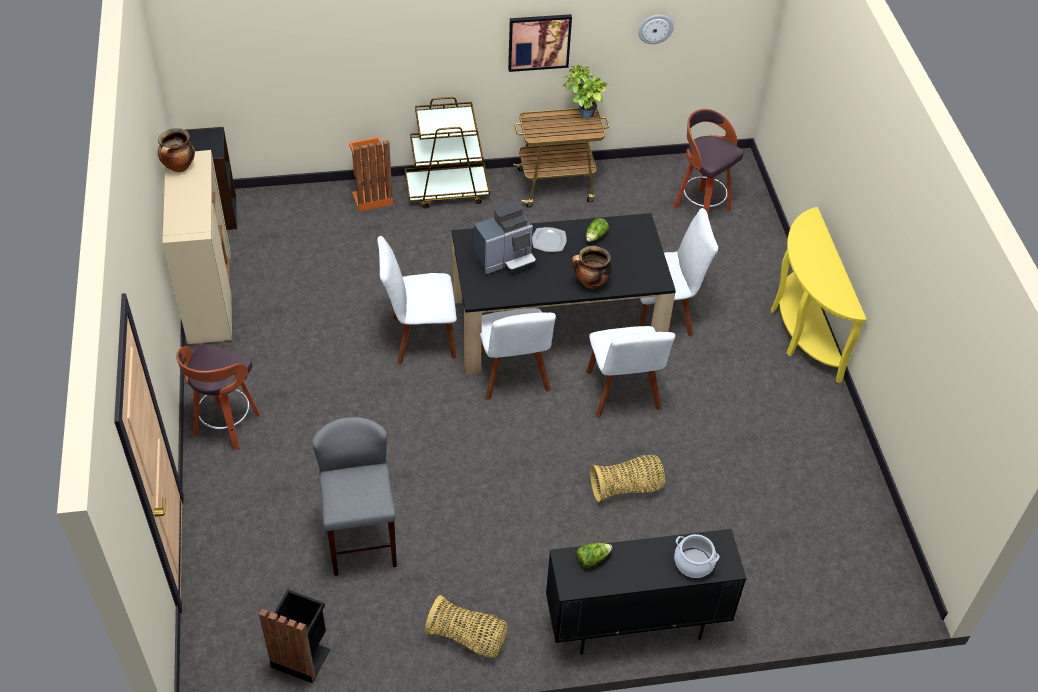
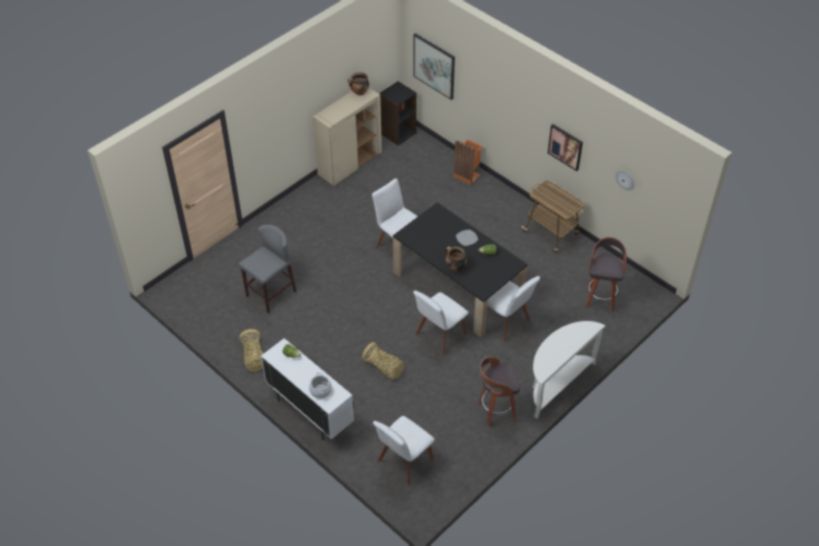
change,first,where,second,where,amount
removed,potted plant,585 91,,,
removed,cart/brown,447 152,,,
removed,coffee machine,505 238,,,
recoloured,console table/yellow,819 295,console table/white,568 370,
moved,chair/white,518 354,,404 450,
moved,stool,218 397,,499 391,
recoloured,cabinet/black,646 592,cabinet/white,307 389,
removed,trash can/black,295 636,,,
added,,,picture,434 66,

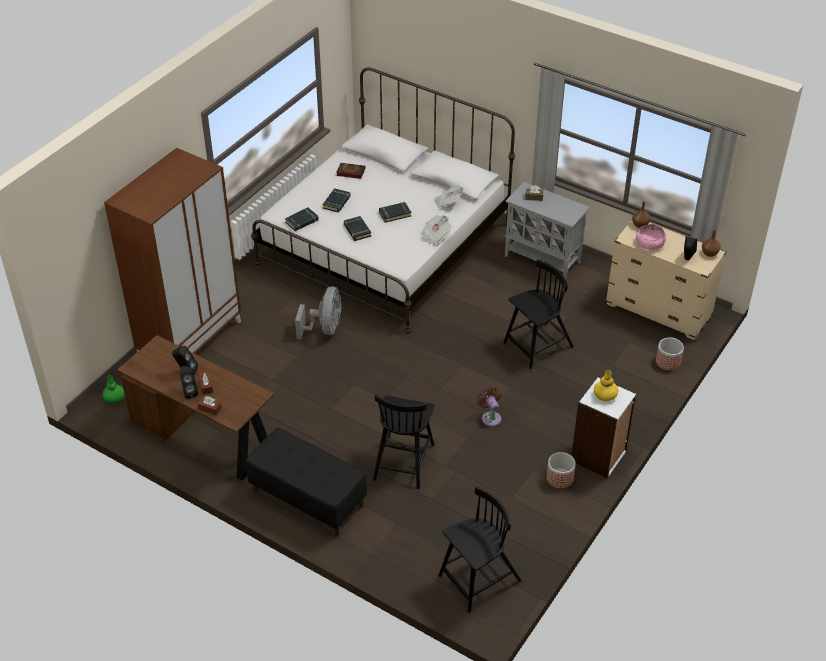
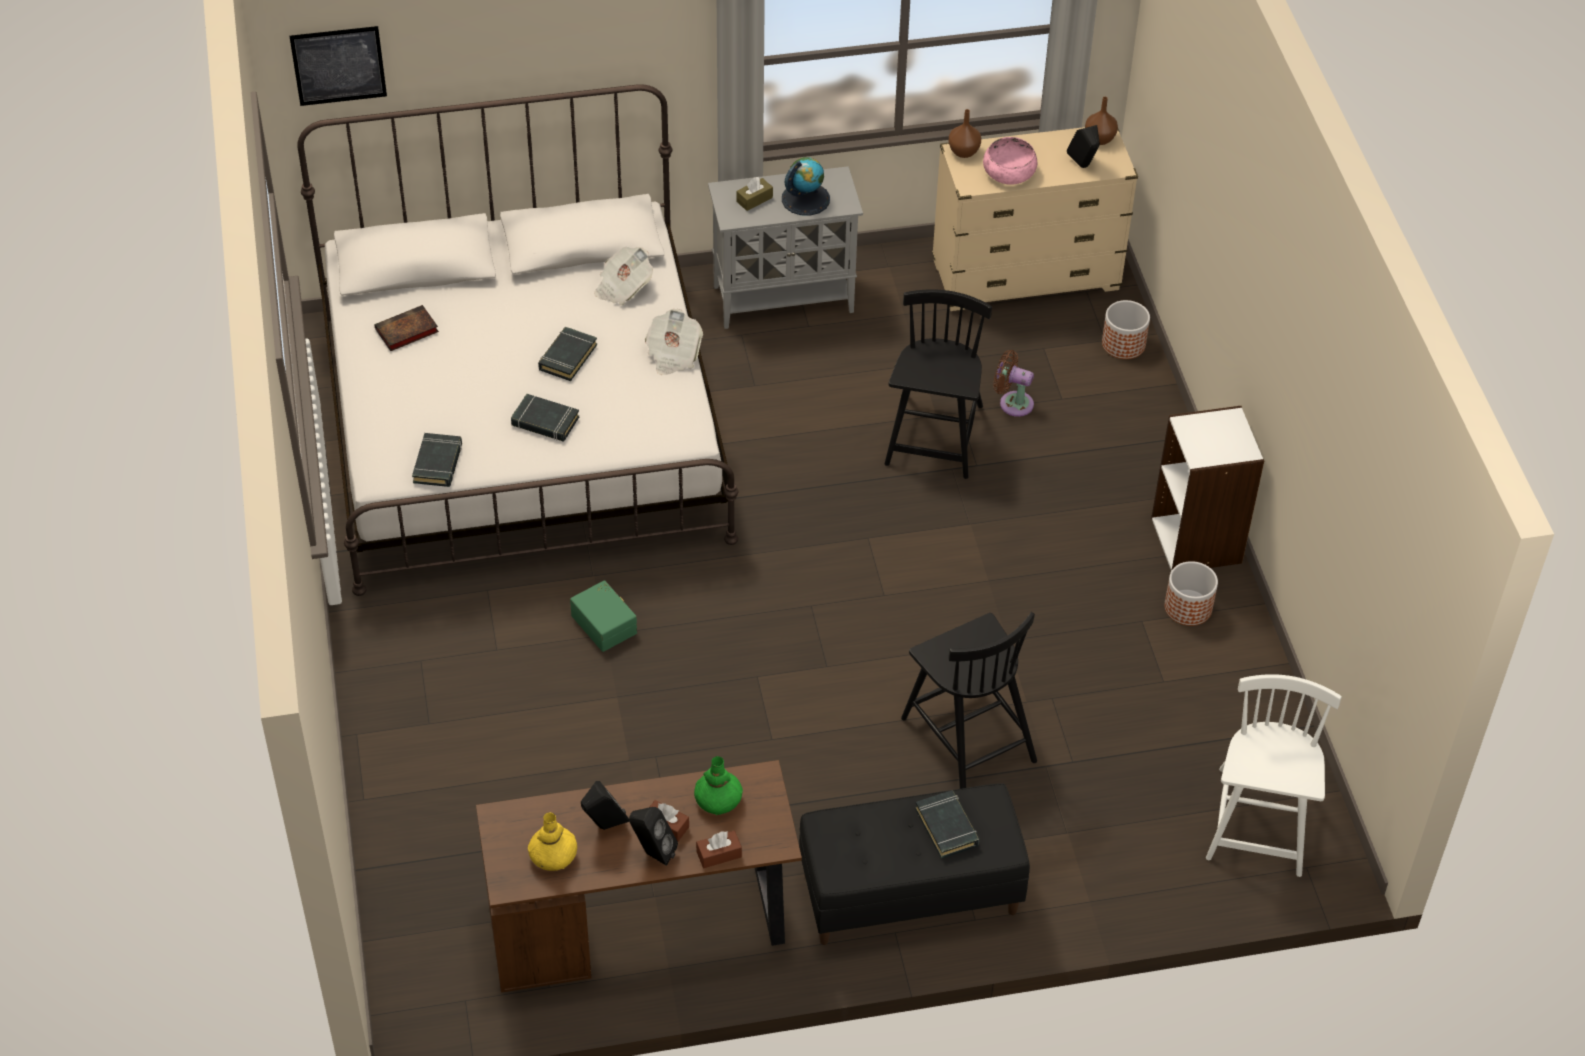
change,first,where,second,where,amount
removed,wardrobe/brown,172 251,,,
moved,book/black,336 200,,947 824,
replaced,fan/grey,318 313,storage box/green,603 616,
moved,vase/yellow,606 386,,552 841,
moved,vase/green,113 389,,718 785,
moved,fan/brown,489 407,,1013 383,
recoloured,chair/black,480 550,chair/white,1274 775,
added,,,picture,338 66,
added,,,globe,806 186,

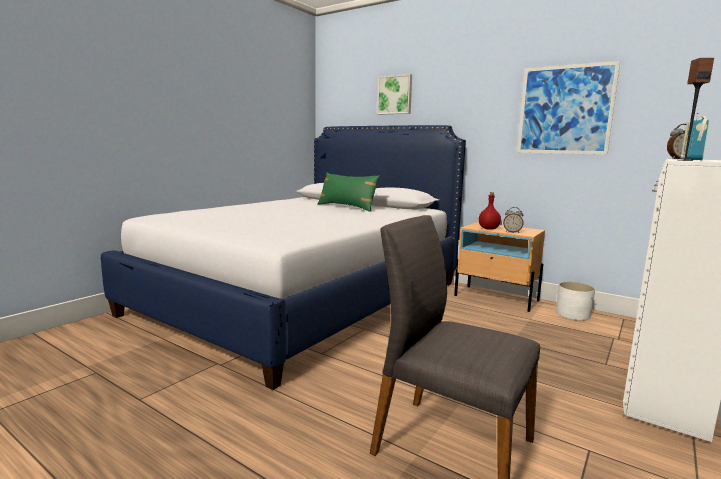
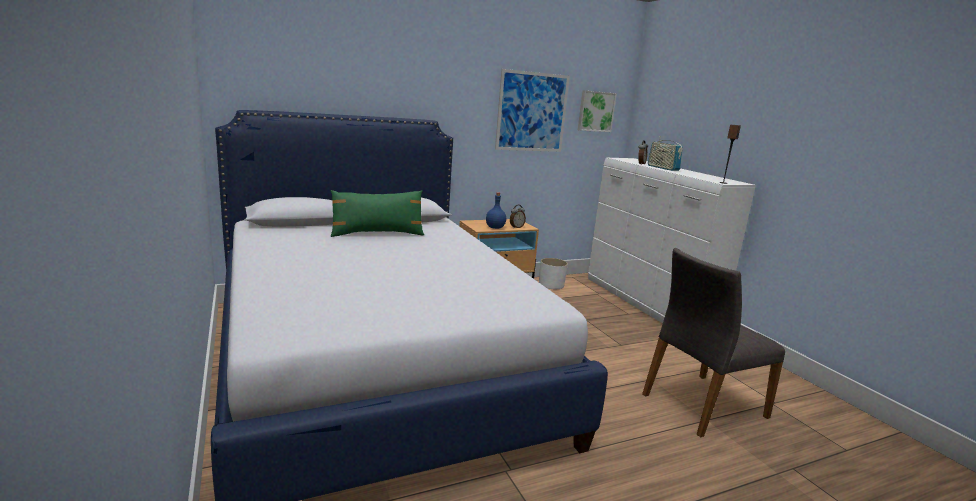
change,first,where,second,where,amount
moved,picture,394 94,,597 111,
recoloured,bottle/red,490 210,bottle/blue,496 210,

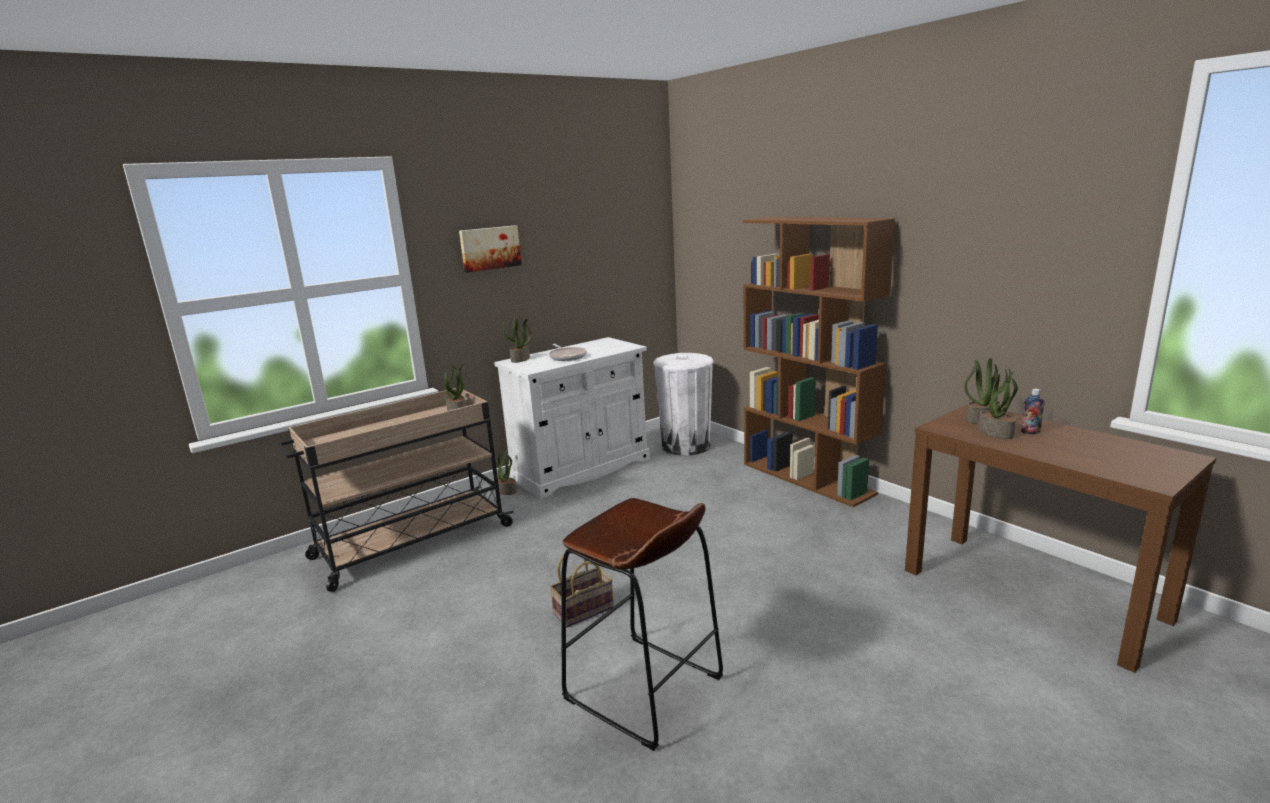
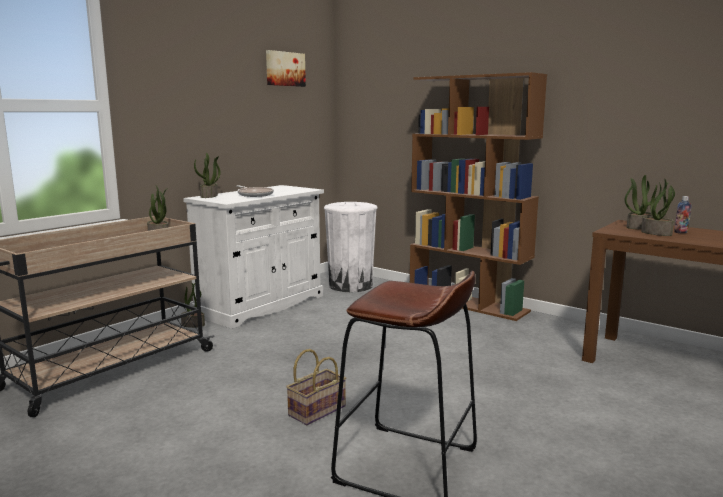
change,first,where,second,where,amount
moved,picture,490 248,,286 68,

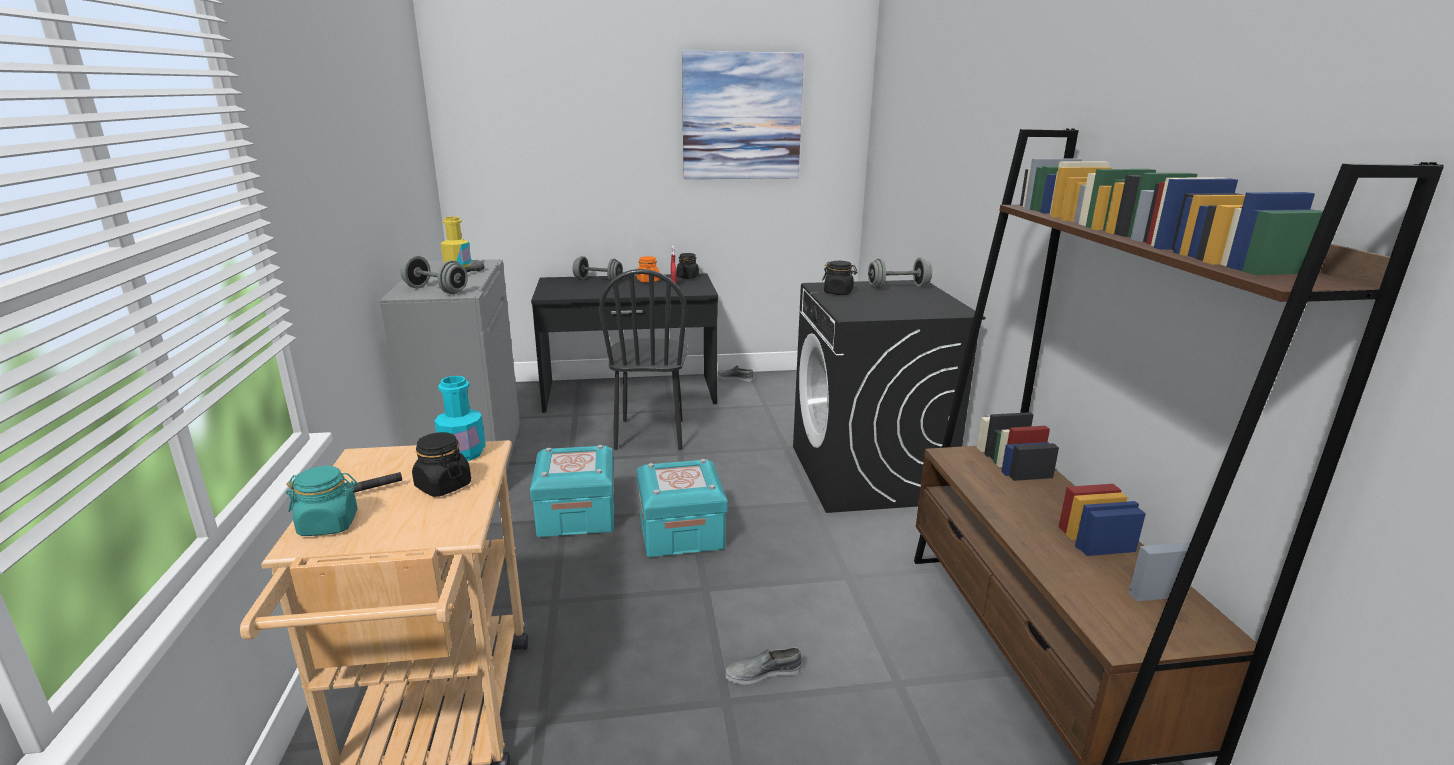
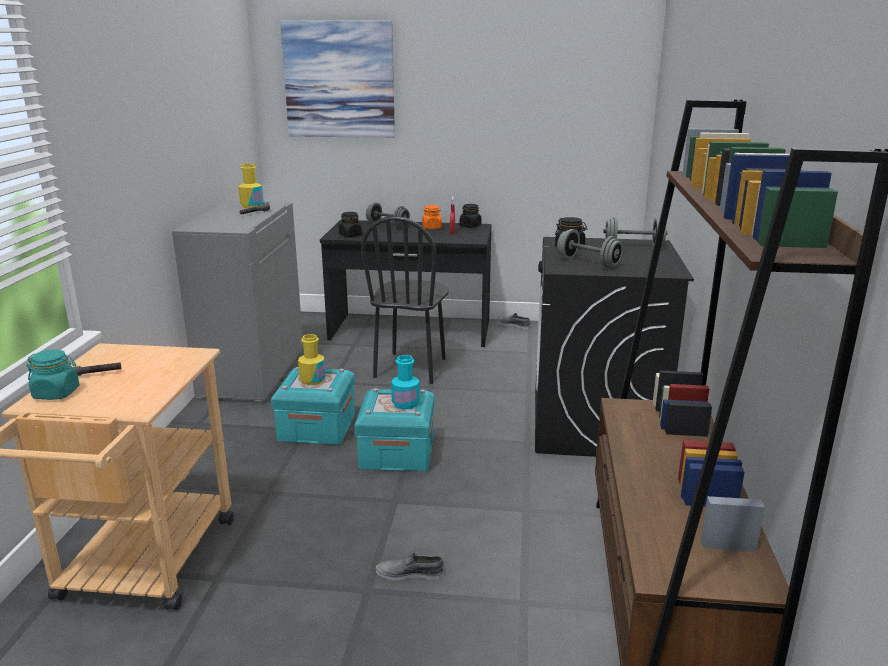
change,first,where,second,where,amount
moved,picture,743 115,,337 79,
moved,dumbbell/grey,434 275,,590 248,
moved,bottle/turquoise,460 418,,405 382,
moved,jar/black,441 464,,350 224,
added,,,bottle/yellow,312 359,

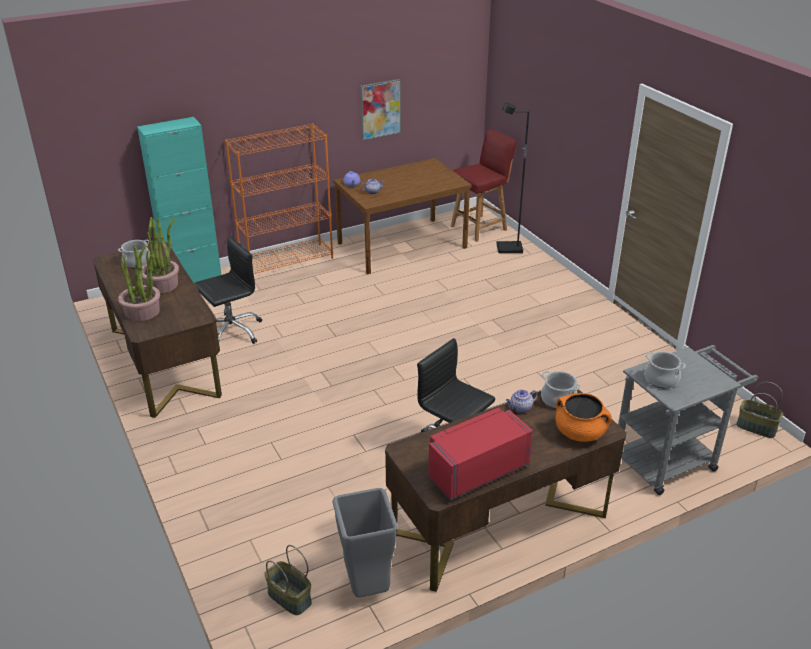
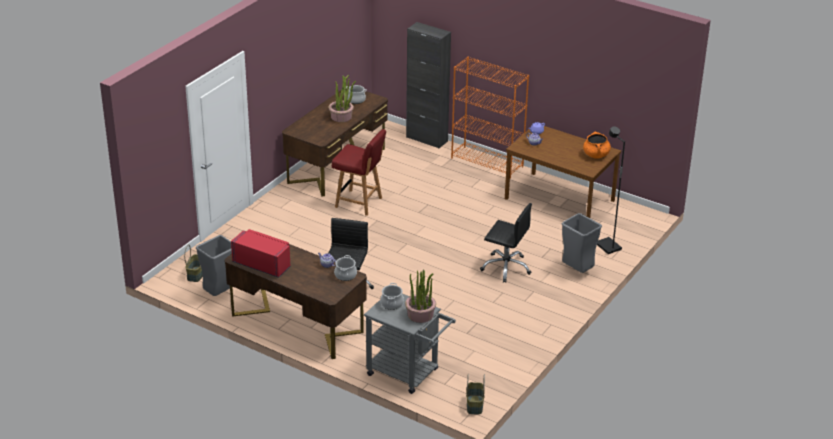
change,first,where,second,where,amount
removed,picture,380 109,,,
recoloured,cabinet/turquoise,179 200,cabinet/black,428 85,
moved,chair/red,483 185,,359 172,
moved,office chair/black,228 290,,506 243,
moved,potted plant,139 282,,420 296,
moved,cooking pot/orange,583 417,,597 145,
added,,,trash can/grey,582 243,

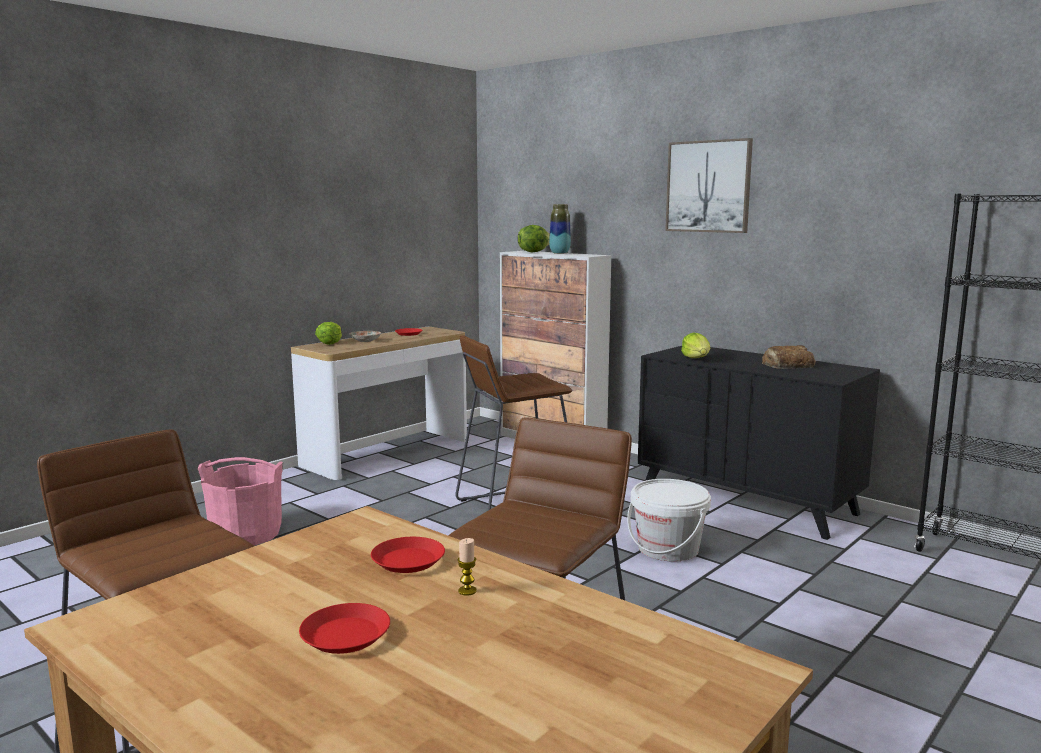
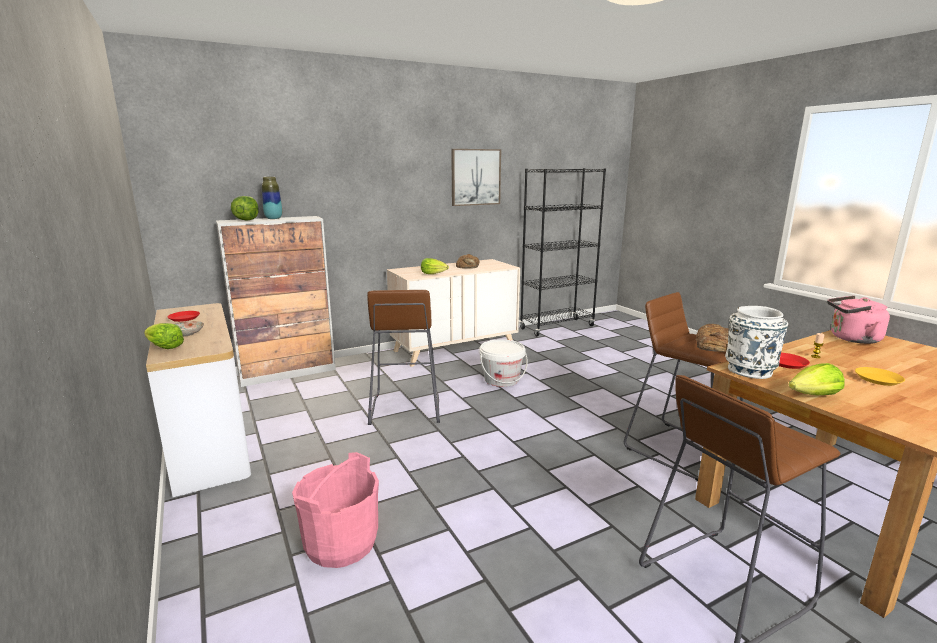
change,first,where,second,where,amount
moved,picture,709 185,,476 177,
recoloured,dresser/black,759 443,dresser/beige,453 313,
recoloured,plate/red,344 628,plate/yellow,880 376,
added,,,kettle/pink,858 319,
added,,,vase/white,756 342,
added,,,bread,712 338,
added,,,lettuce,816 379,

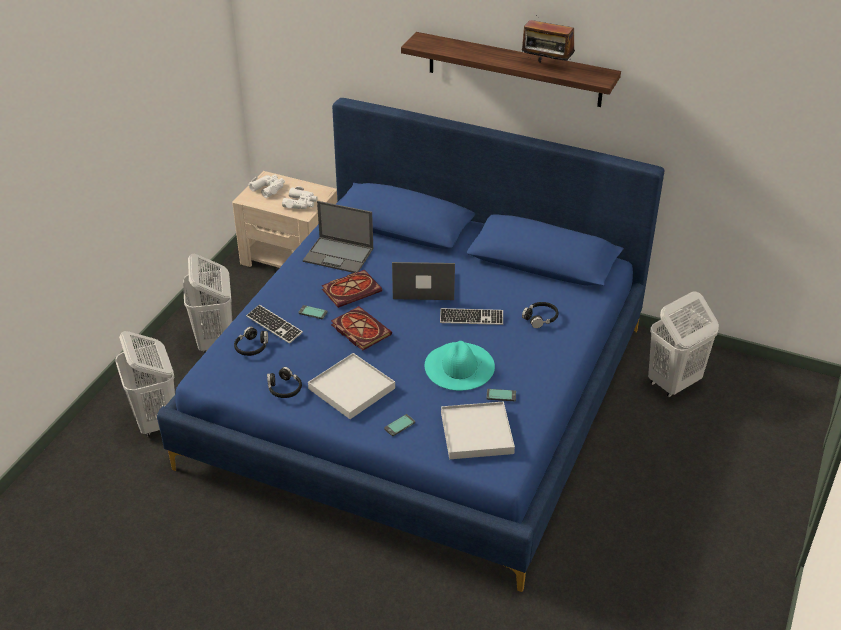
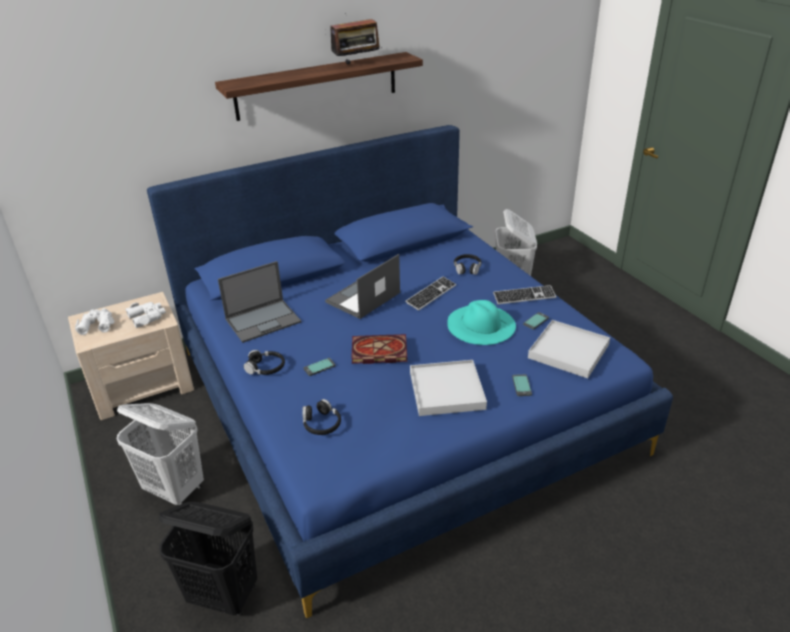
change,first,where,second,where,amount
removed,book,351 289,,,
moved,keyboard,274 324,,524 294,
recoloured,laundry basket/white,145 384,laundry basket/black,208 558,
moved,headphones/black,284 382,,264 362,

